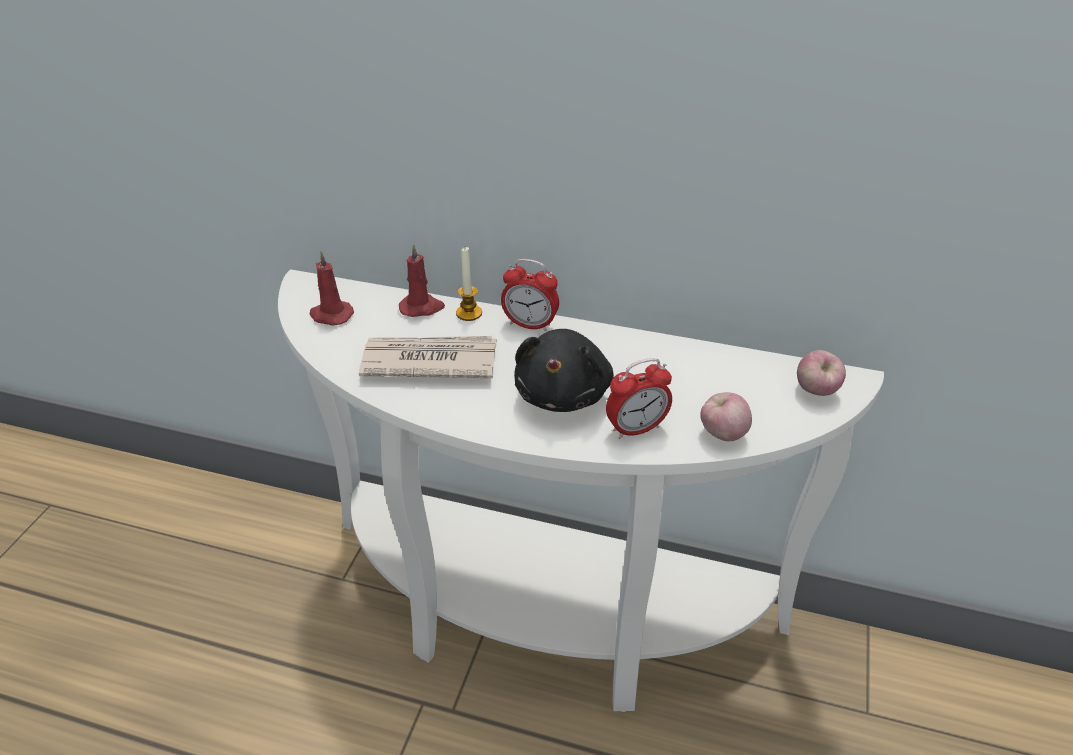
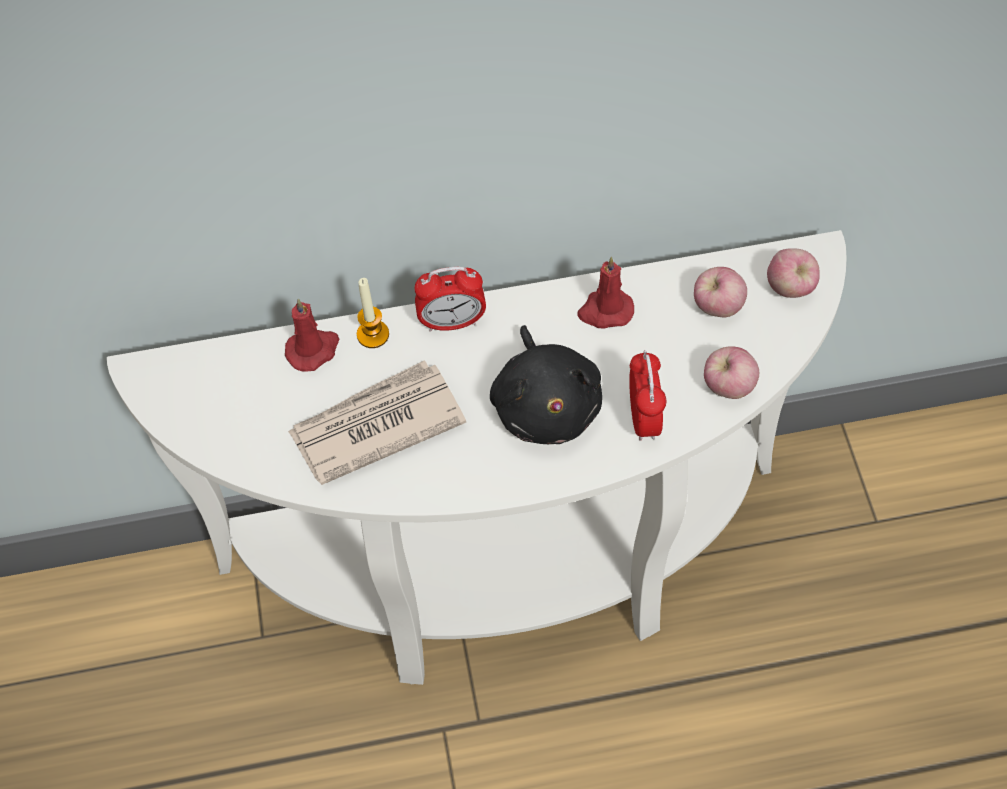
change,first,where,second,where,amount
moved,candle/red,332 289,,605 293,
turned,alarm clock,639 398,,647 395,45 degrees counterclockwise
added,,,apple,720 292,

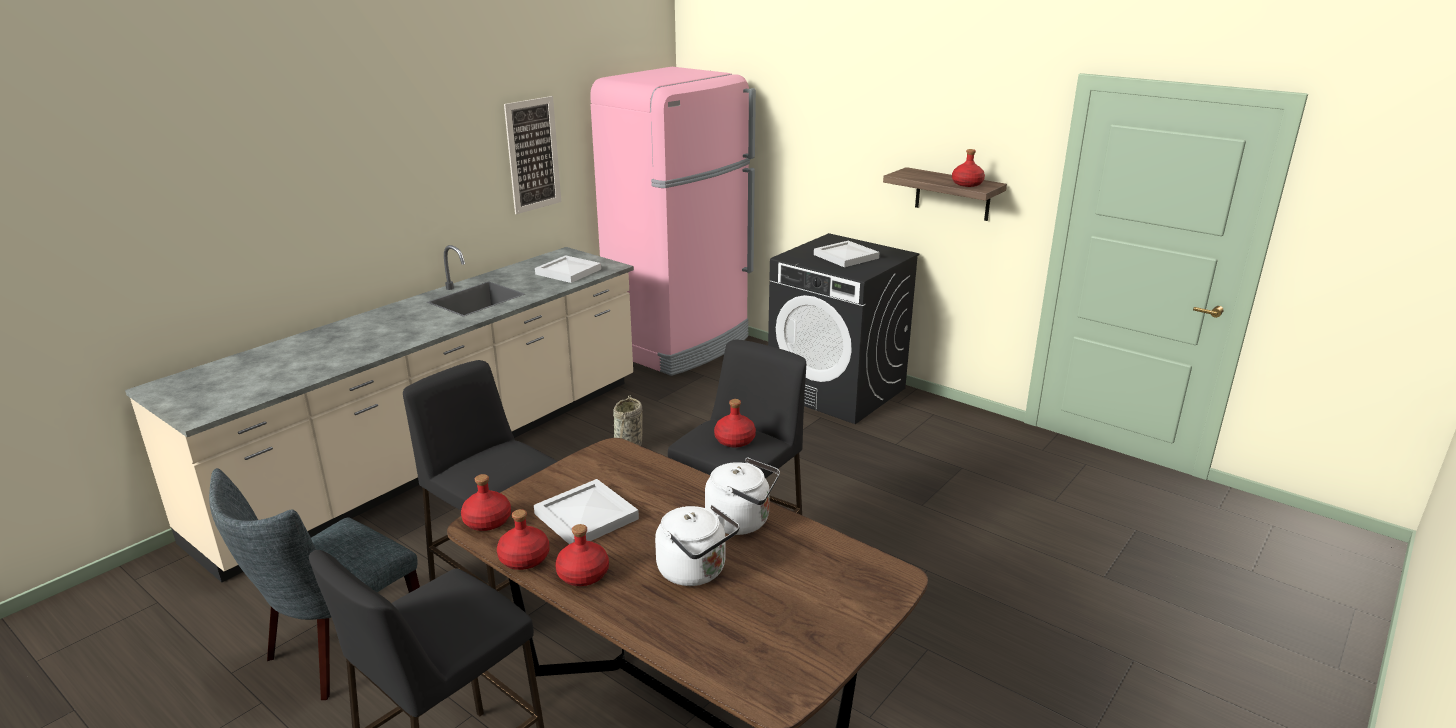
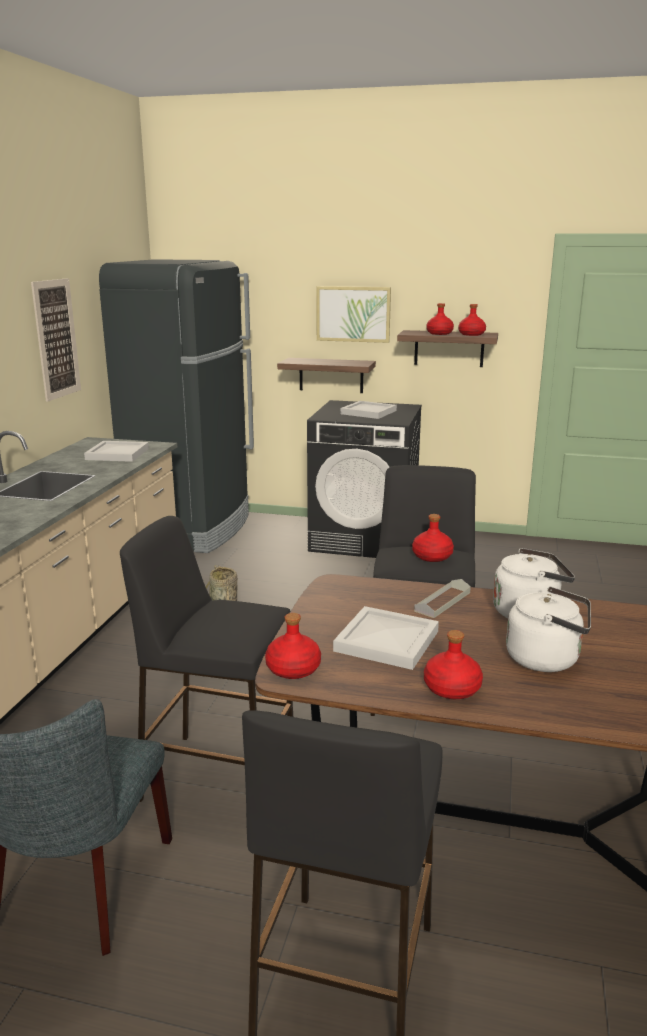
change,first,where,second,where,amount
recoloured,fridge/pink,673 221,fridge/black,176 406,
moved,bottle/red,523 539,,440 319,
added,,,picture,353 314,
added,,,shelf,326 375,
added,,,tray/grey,442 598,

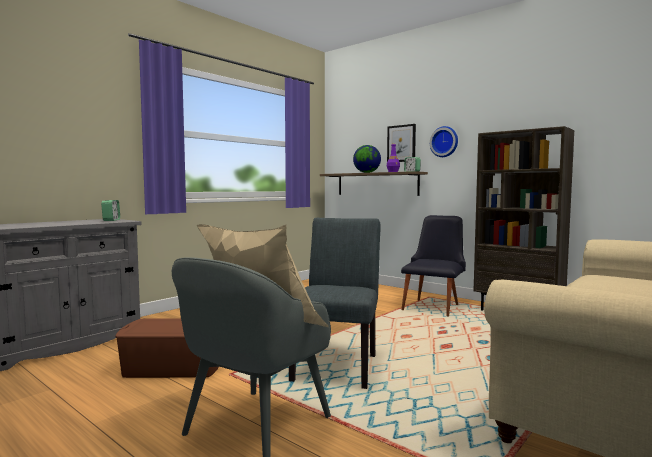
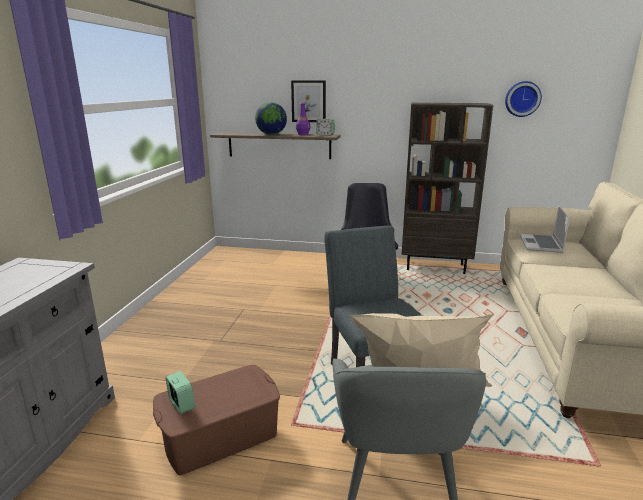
change,first,where,second,where,amount
moved,wall clock,444 141,,523 99,
moved,alarm clock,110 210,,180 392,
added,,,laptop,545 229,

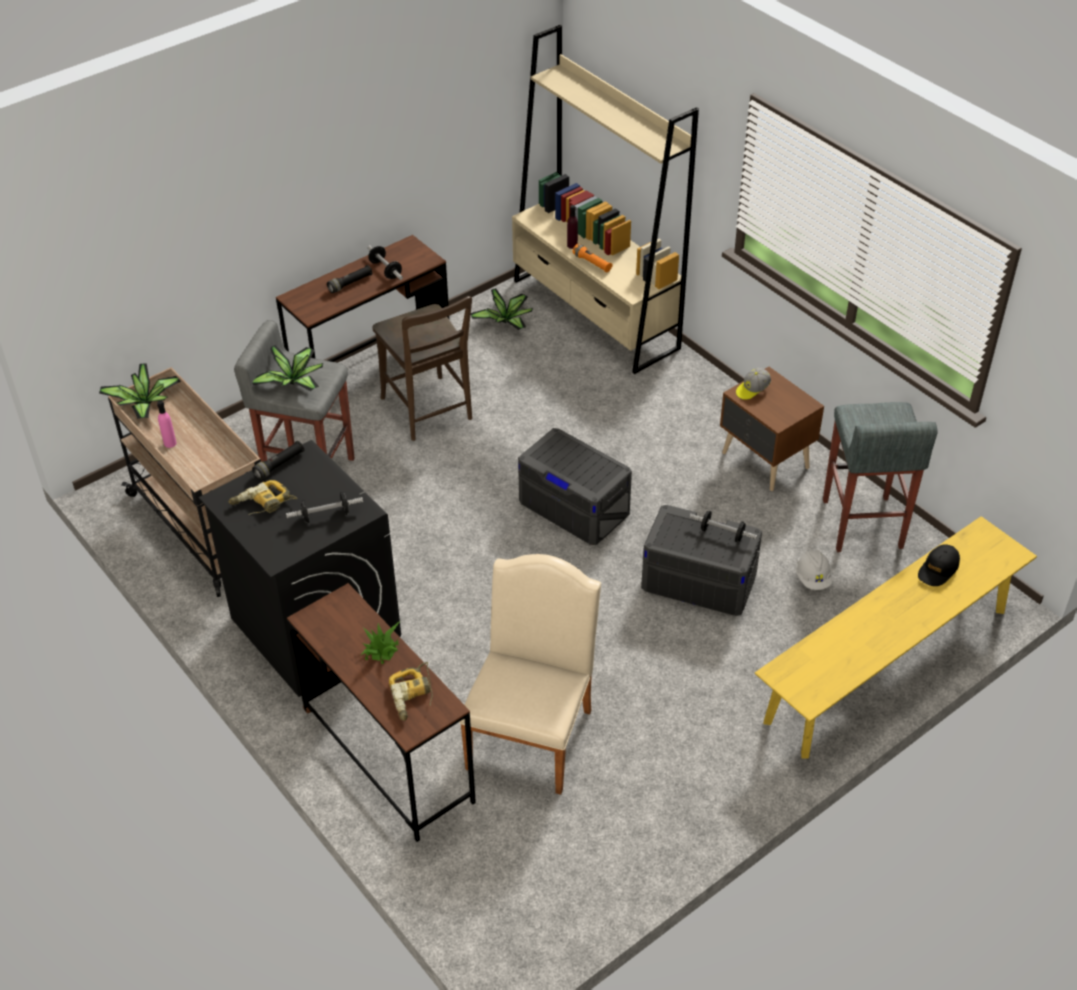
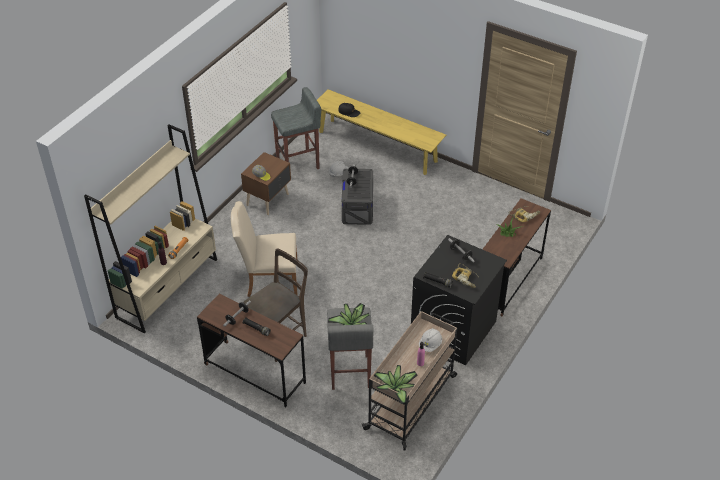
change,first,where,second,where,amount
removed,potted plant,502 309,,,
removed,storage box/grey,575 486,,,
moved,chair/beige,530 674,,264 249,
added,,,hard hat/white,430 340,

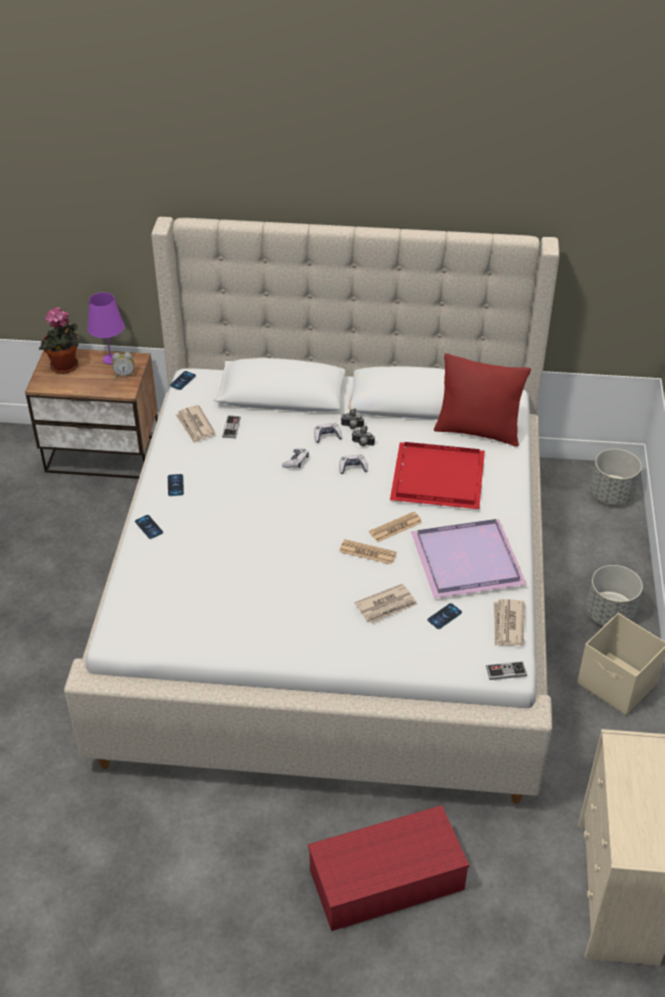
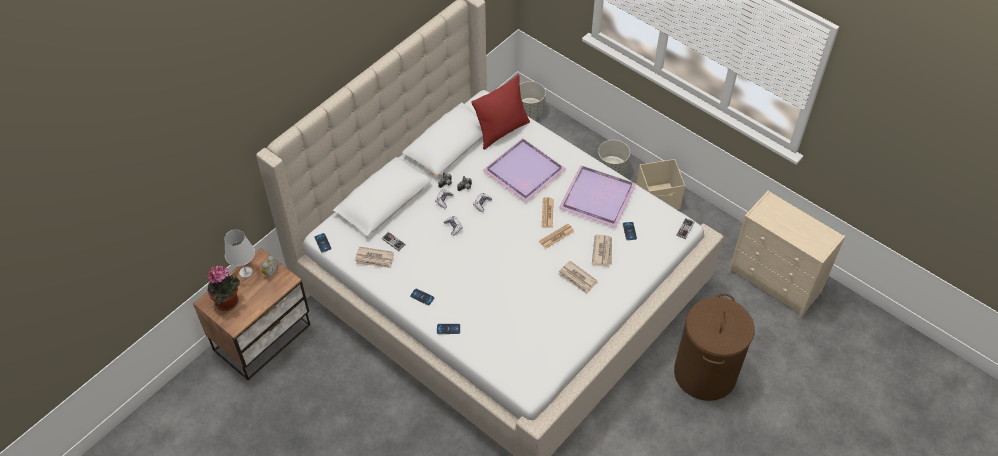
change,first,where,second,where,amount
recoloured,table lamp/purple,105 328,table lamp/white,239 254,
recoloured,tray/red,437 475,tray/purple,524 170,
moved,newspaper,509 622,,577 277,
replaced,storage box/red,388 868,laundry basket/brown,714 347,

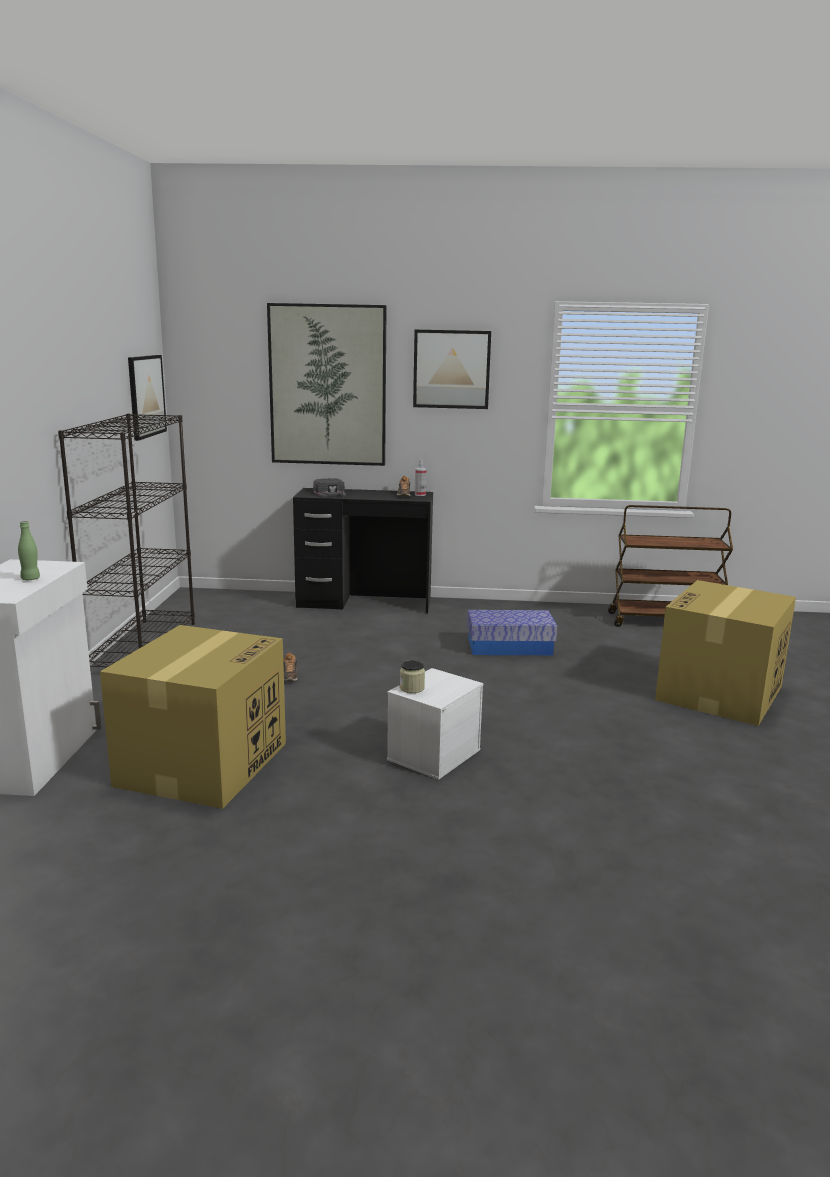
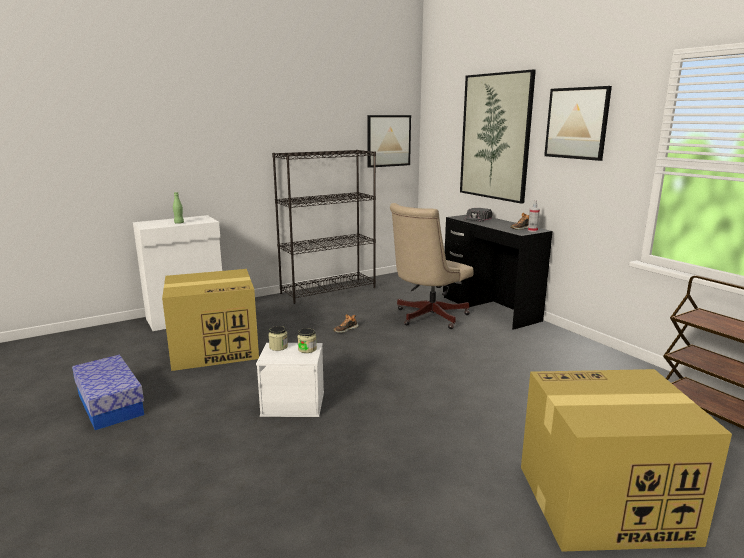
change,first,where,second,where,amount
moved,storage box,512 632,,108 392,
added,,,office chair/beige,431 266,
added,,,jar,307 340,

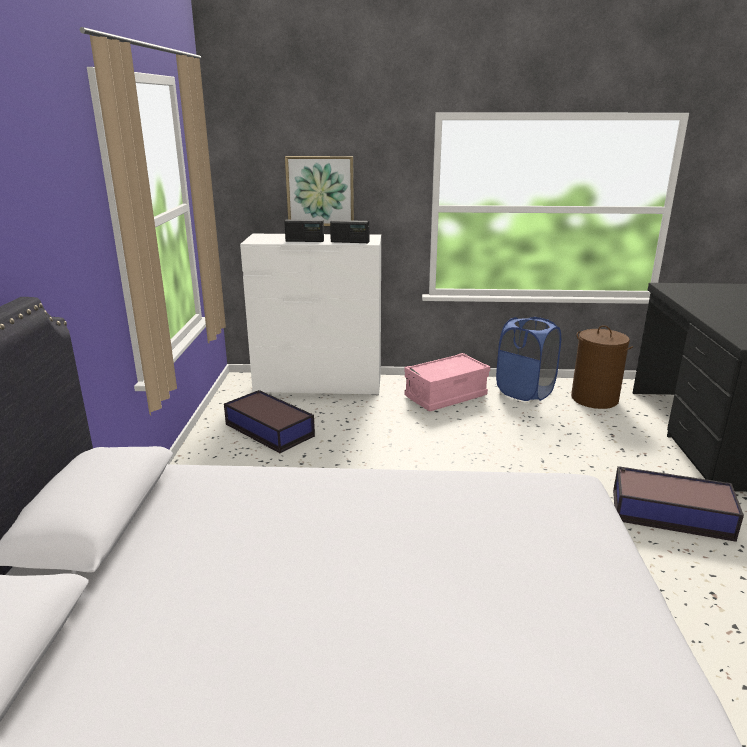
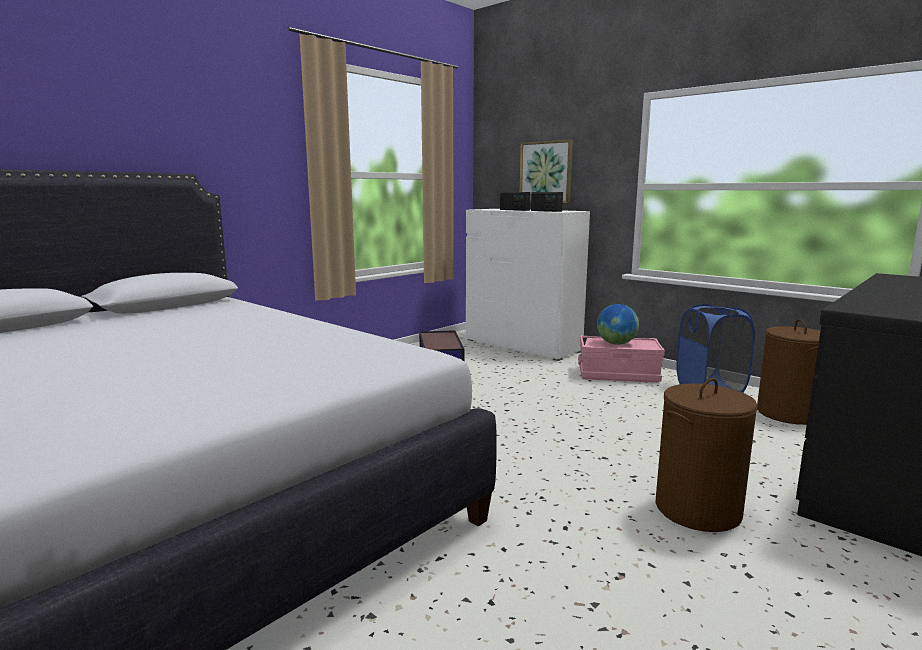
change,first,where,second,where,amount
replaced,storage box,678 504,laundry basket/brown,707 455,
added,,,globe,618 324,

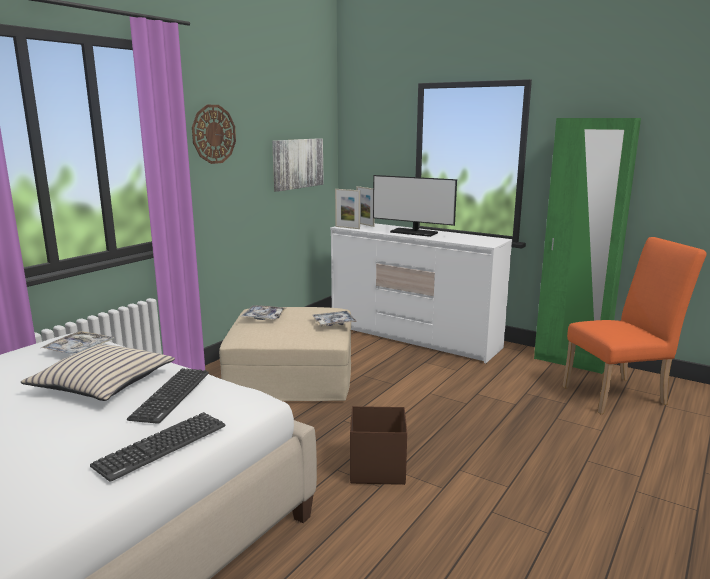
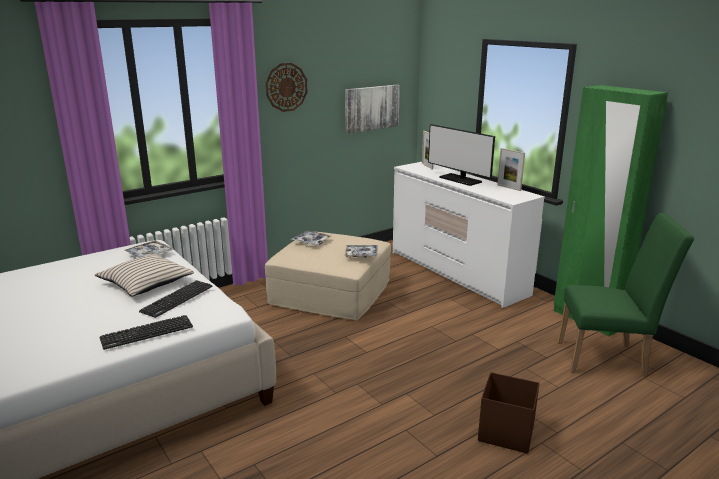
change,first,where,second,where,amount
moved,picture frame,347 209,,511 169,
recoloured,chair/orange,634 325,chair/green,626 295,
moved,storage box/brown,378 445,,508 413,

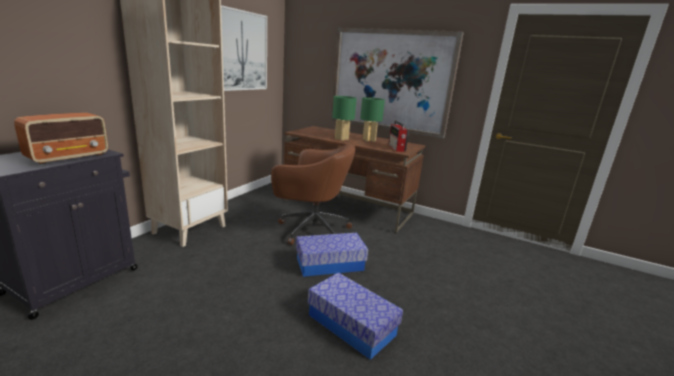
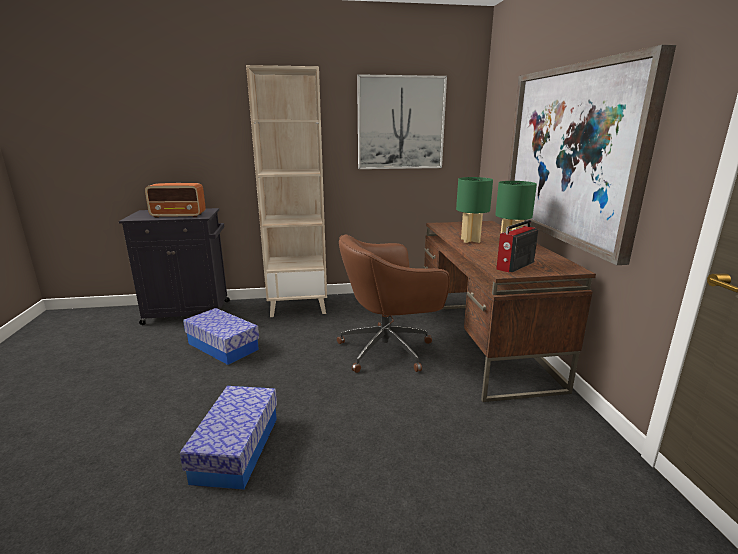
change,first,where,second,where,amount
turned,office chair/brown,313 194,,393 303,90 degrees clockwise
moved,storage box,332 255,,221 336,

